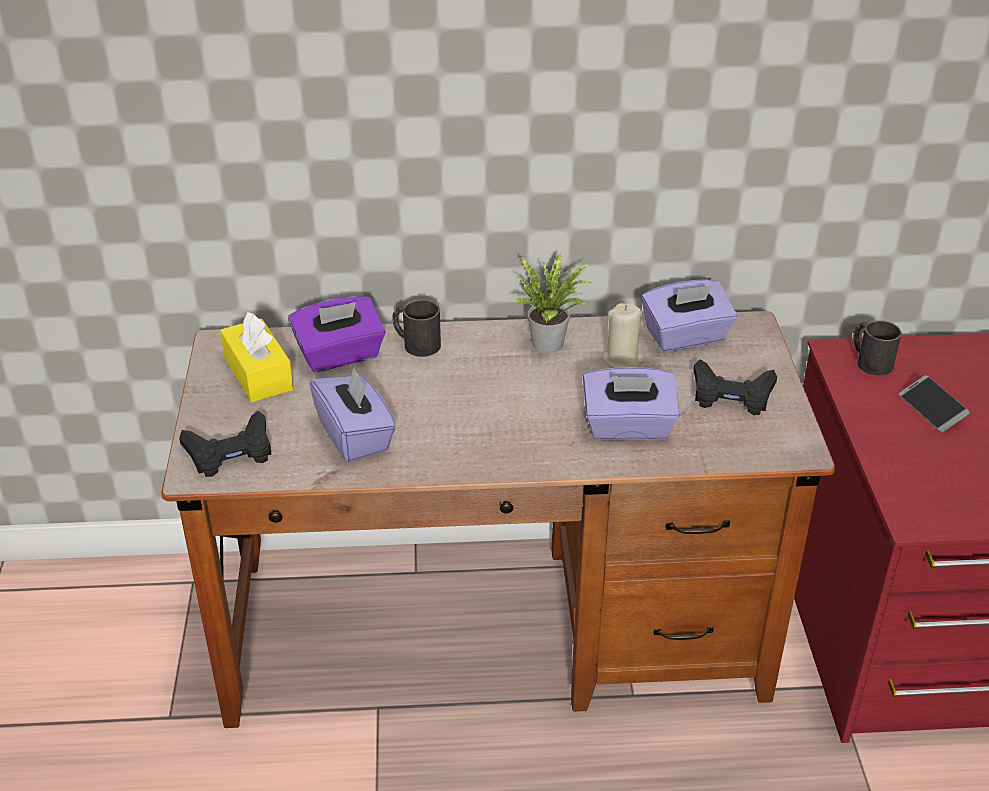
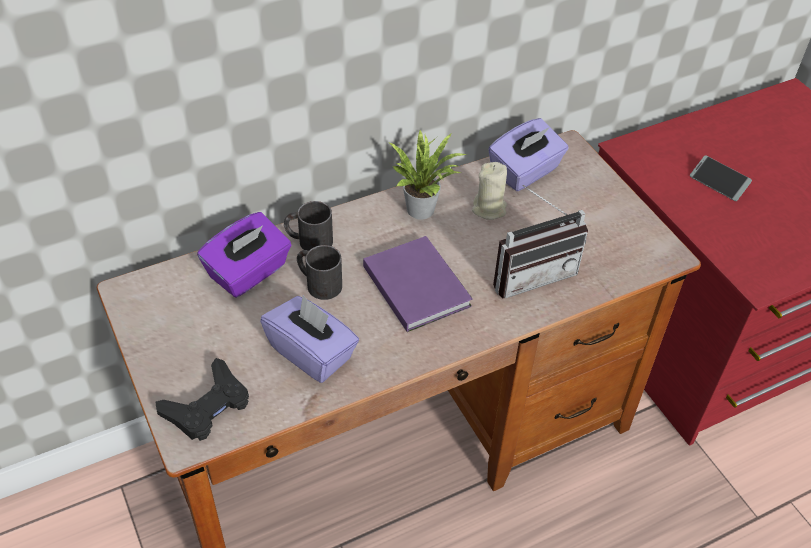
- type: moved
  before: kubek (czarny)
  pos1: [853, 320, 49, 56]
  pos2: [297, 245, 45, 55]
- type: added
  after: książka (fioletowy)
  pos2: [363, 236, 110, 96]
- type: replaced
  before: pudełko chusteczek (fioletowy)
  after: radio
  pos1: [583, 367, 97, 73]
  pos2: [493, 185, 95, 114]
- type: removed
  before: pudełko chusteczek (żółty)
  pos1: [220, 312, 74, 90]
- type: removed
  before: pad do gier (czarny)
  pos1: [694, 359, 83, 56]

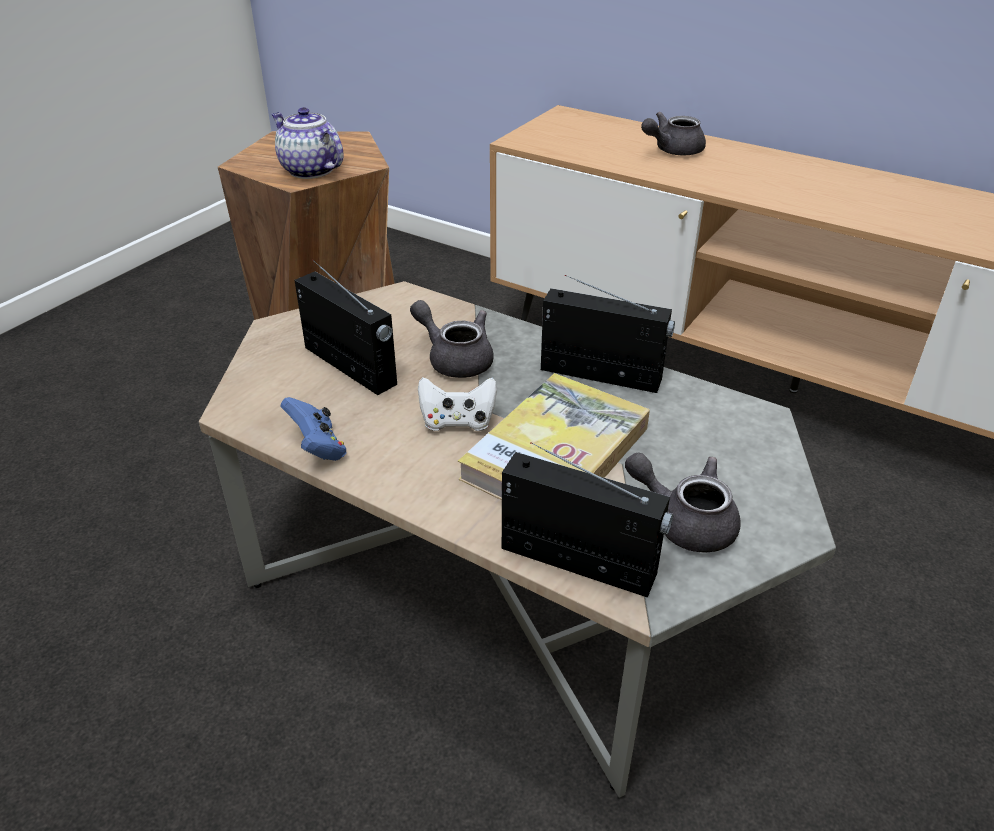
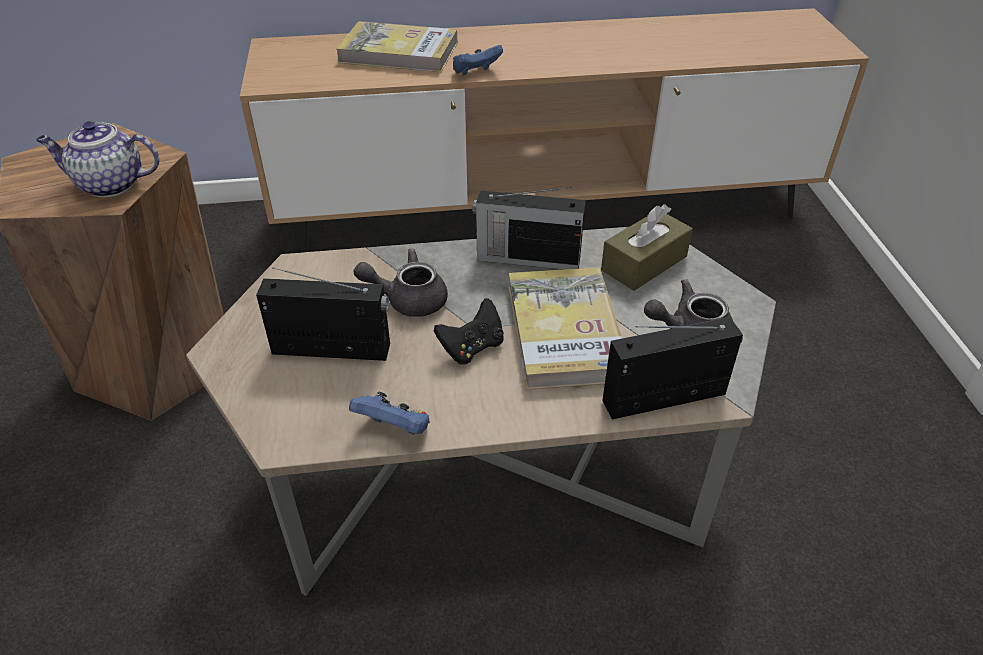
- type: replaced
  before: imbryk (szary)
  after: książka
  pos1: [641, 112, 65, 43]
  pos2: [336, 21, 121, 51]
- type: recoloured
  before: pad do gier (biały)
  after: pad do gier (czarny)
  pos1: [418, 377, 79, 54]
  pos2: [434, 298, 70, 67]
- type: added
  after: pad do gier (niebieski)
  pos2: [453, 45, 50, 30]
- type: turned
  before: radio
  pos1: [541, 275, 134, 118]
  pos2: [472, 187, 114, 82]
  turn: -150
- type: added
  after: pudełko chusteczek (brązowy)
  pos2: [601, 204, 92, 87]

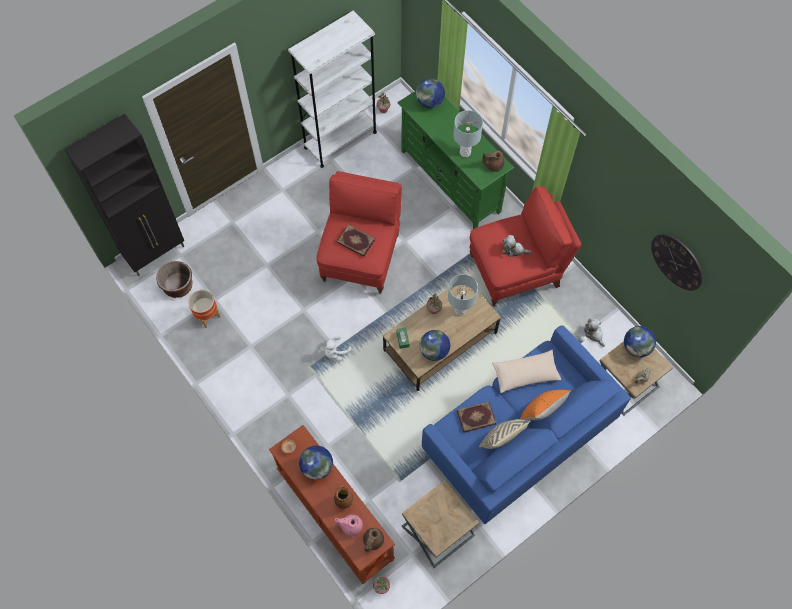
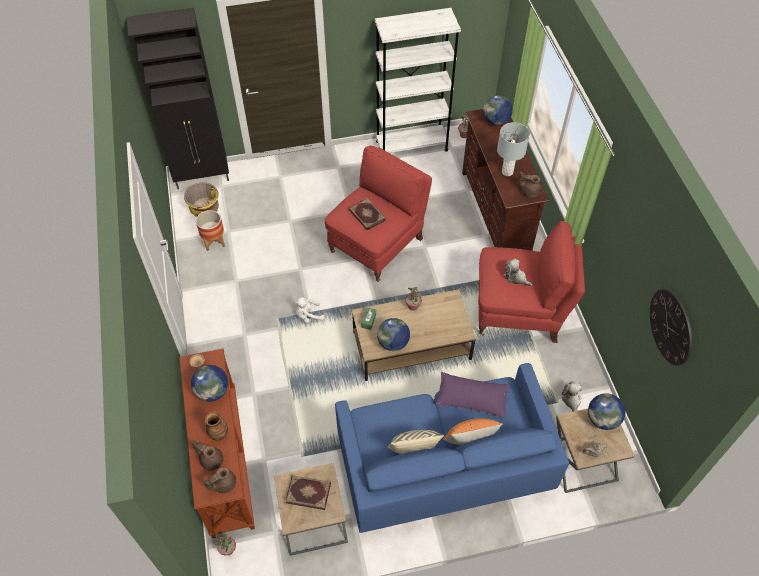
- type: recoloured
  before: donica (brązowy)
  after: donica (żółty)
  pos1: [156, 261, 37, 37]
  pos2: [184, 183, 35, 34]
- type: recoloured
  before: imbryk (różowy)
  after: imbryk (brązowy)
  pos1: [335, 514, 28, 22]
  pos2: [192, 440, 32, 31]
- type: moved
  before: książka
  pos1: [457, 402, 39, 31]
  pos2: [285, 475, 46, 35]
- type: recoloured
  before: poduszka (beżowy)
  after: poduszka (fioletowy)
  pos1: [492, 350, 69, 43]
  pos2: [435, 372, 75, 46]
- type: recoloured
  before: szafka pod telewizor (zielony)
  after: szafka pod telewizor (brązowy)
  pos1: [397, 91, 117, 138]
  pos2: [462, 109, 88, 142]
- type: removed
  before: lampa stołowa (szary)
  pos1: [448, 274, 30, 41]

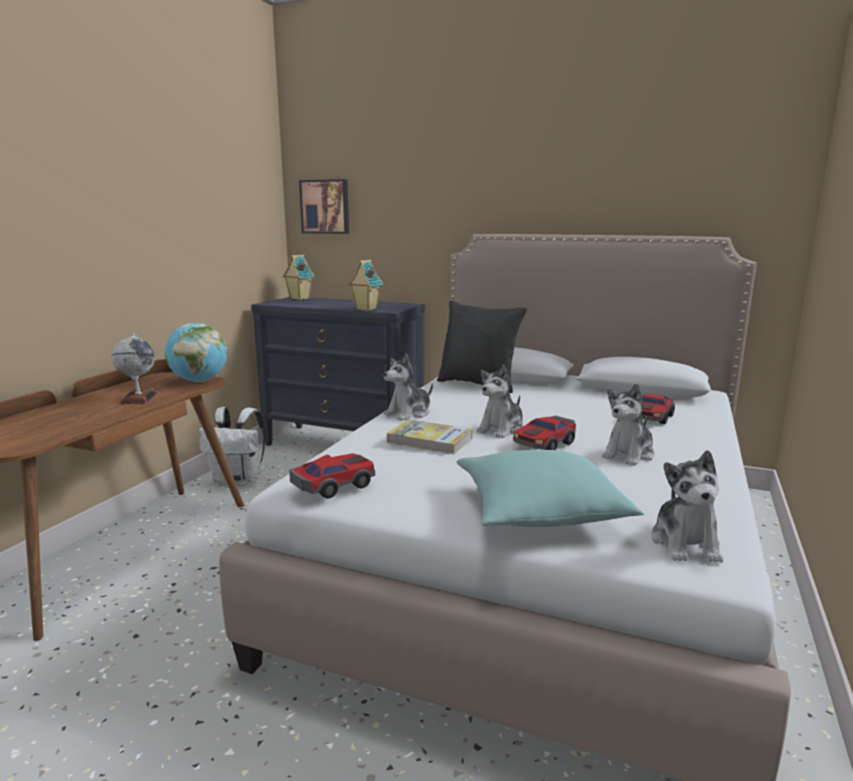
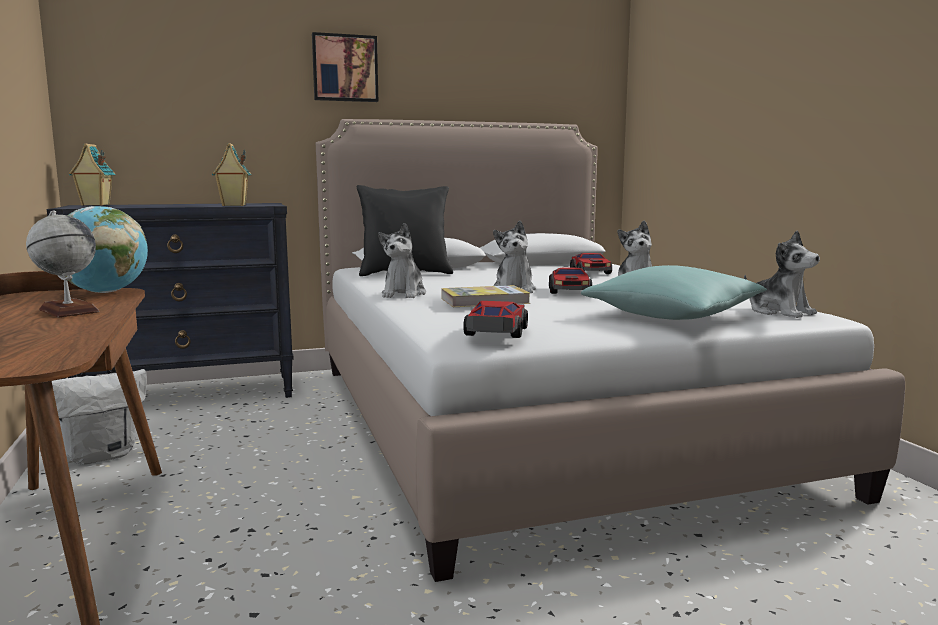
- type: moved
  before: obraz
  pos1: [299, 179, 50, 55]
  pos2: [312, 32, 66, 70]

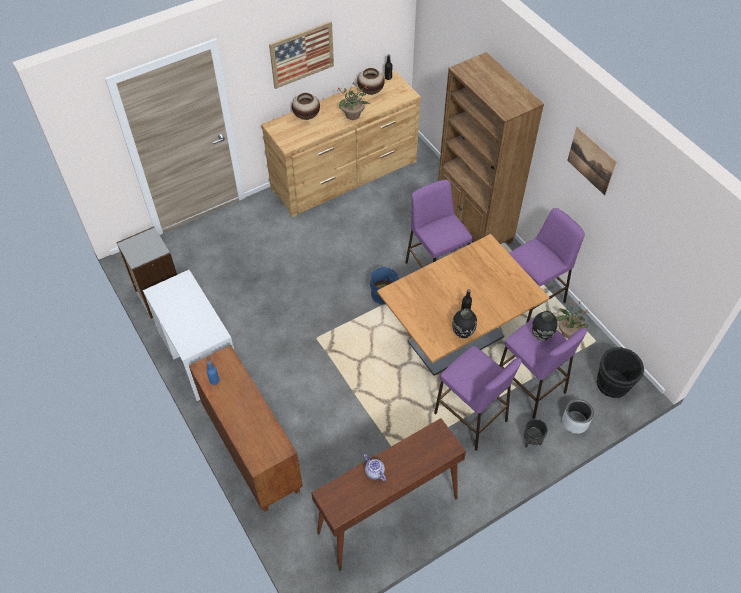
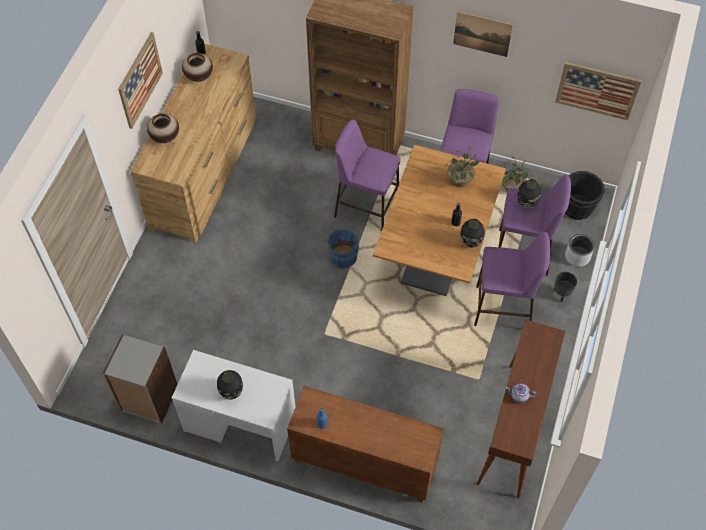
- type: added
  after: wazon (czarny)
  pos2: [217, 370, 26, 29]
- type: moved
  before: roślina doniczkowa
  pos1: [337, 82, 34, 38]
  pos2: [446, 146, 35, 41]
- type: added
  after: obraz
  pos2: [555, 62, 87, 58]

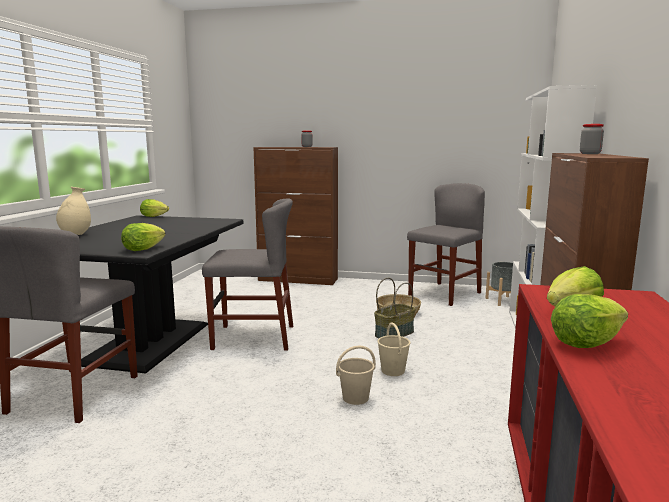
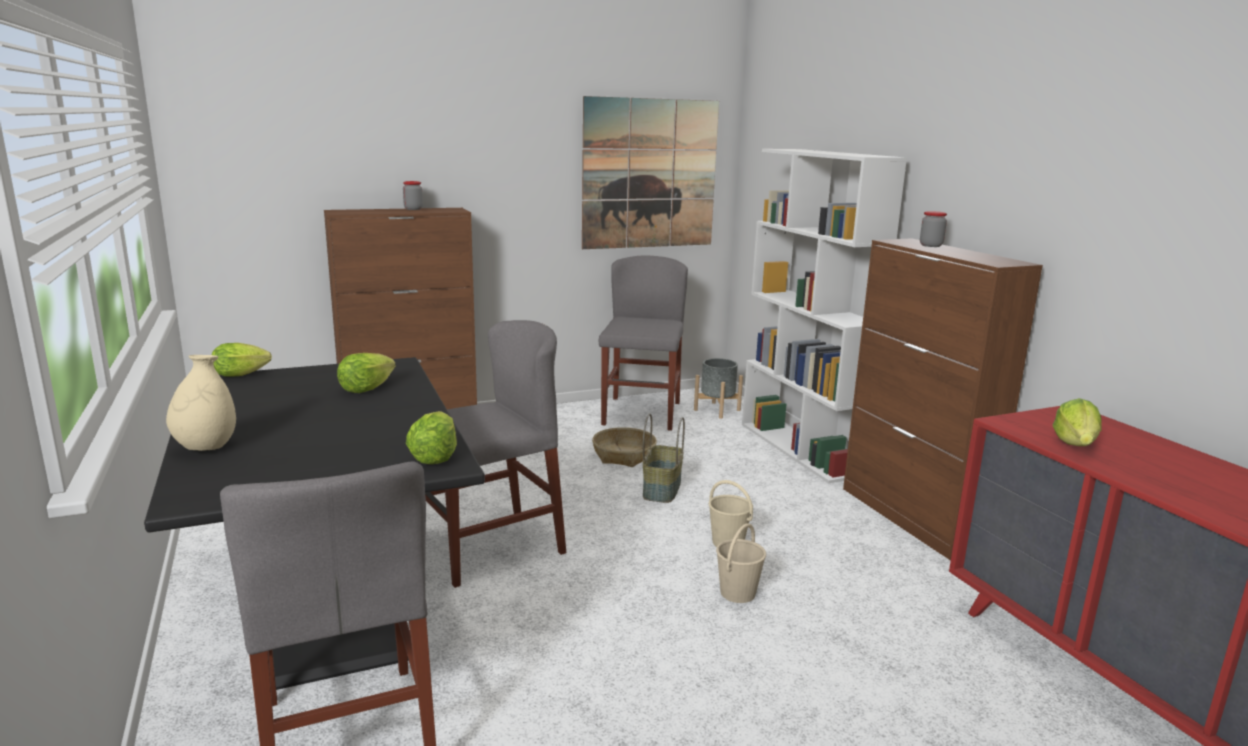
- type: moved
  before: sałata
  pos1: [551, 294, 77, 54]
  pos2: [337, 353, 59, 40]
- type: added
  after: obraz
  pos2: [582, 96, 137, 153]

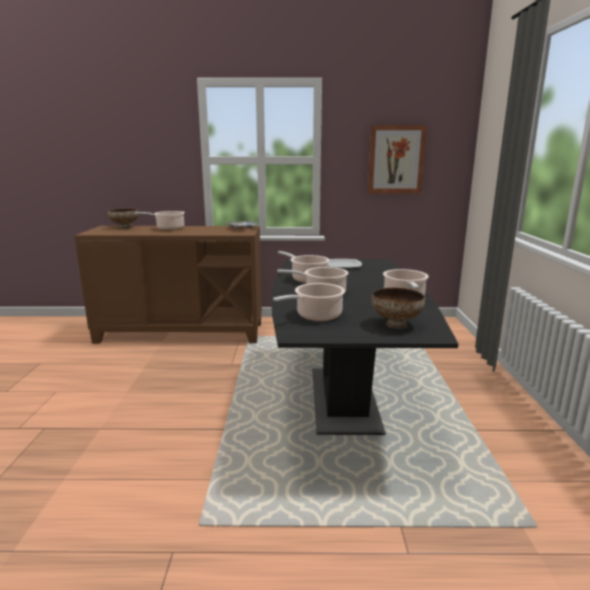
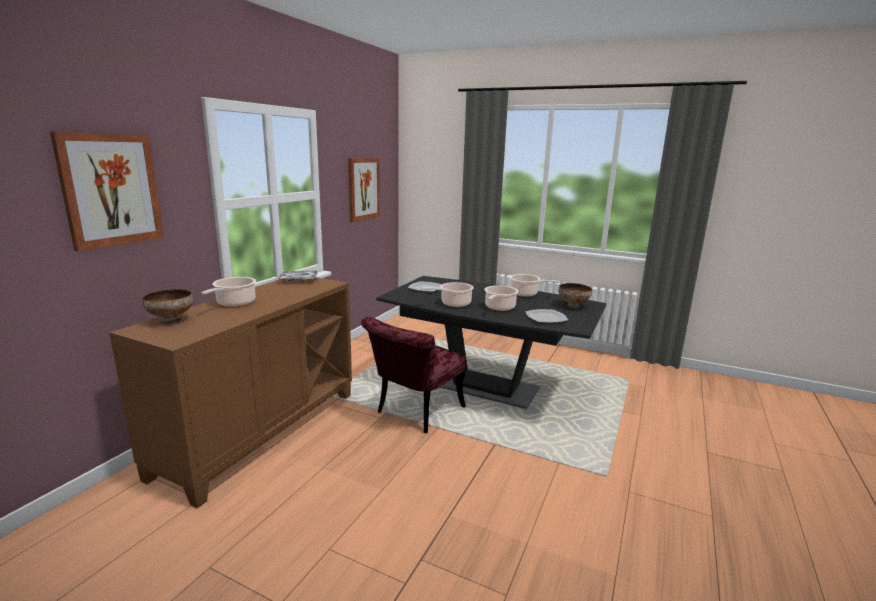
- type: added
  after: obraz
  pos2: [50, 132, 114, 119]
- type: added
  after: krzesło (czerwony)
  pos2: [361, 317, 106, 116]
- type: replaced
  before: garnek
  after: talerz
  pos1: [273, 283, 72, 38]
  pos2: [525, 309, 43, 14]

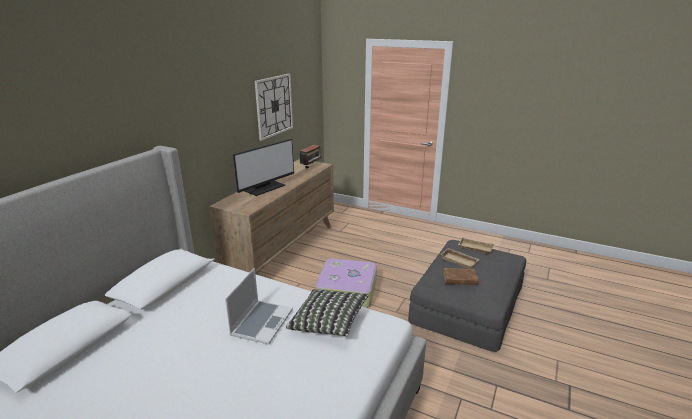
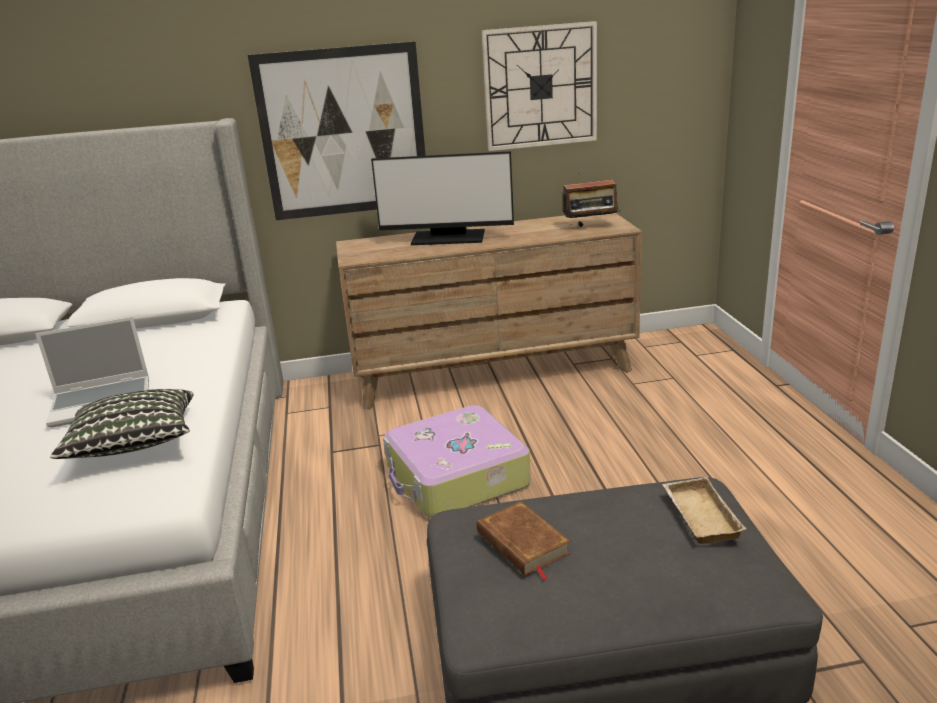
- type: added
  after: obraz
  pos2: [248, 42, 177, 178]
- type: removed
  before: taca (beżowy)
  pos1: [441, 248, 38, 21]

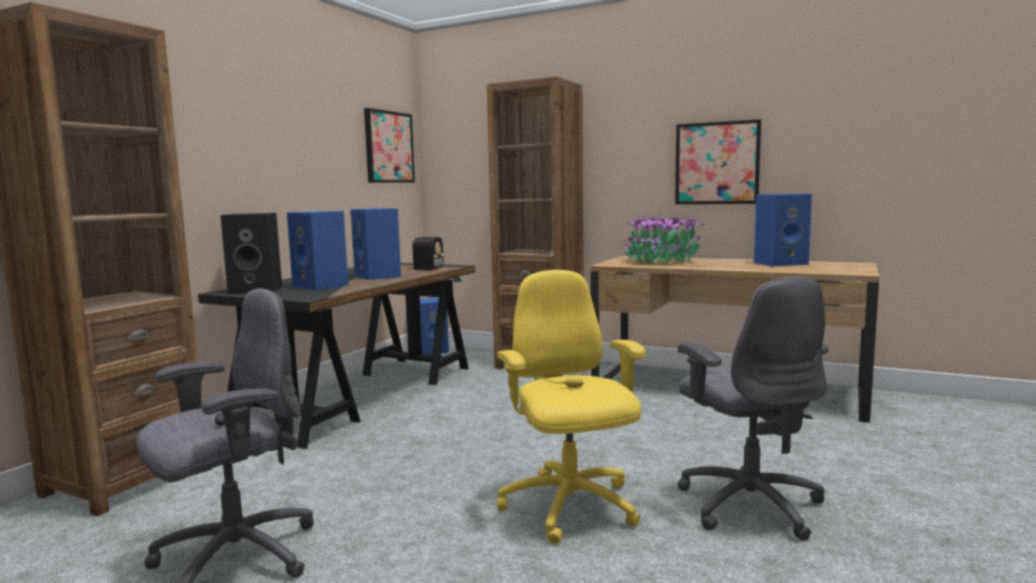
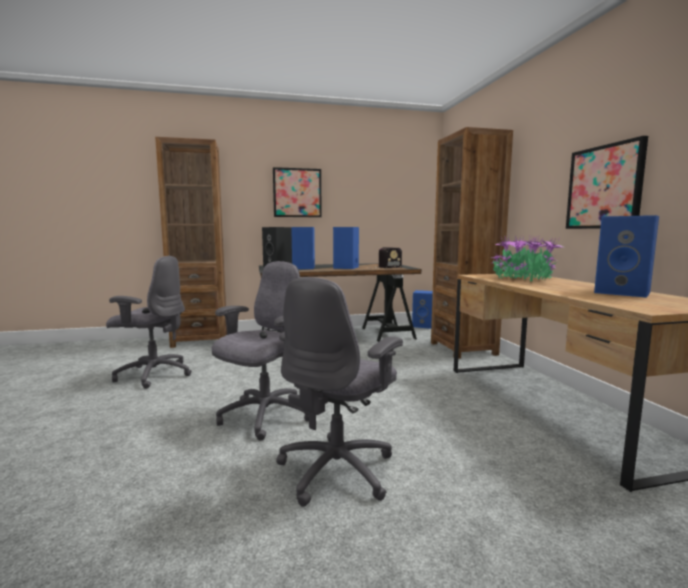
- type: recoloured
  before: krzesło biurowe (żółty)
  after: krzesło biurowe (szary)
  pos1: [497, 270, 149, 274]
  pos2: [212, 261, 97, 180]
- type: moved
  before: obraz
  pos1: [364, 108, 51, 75]
  pos2: [273, 167, 49, 50]

